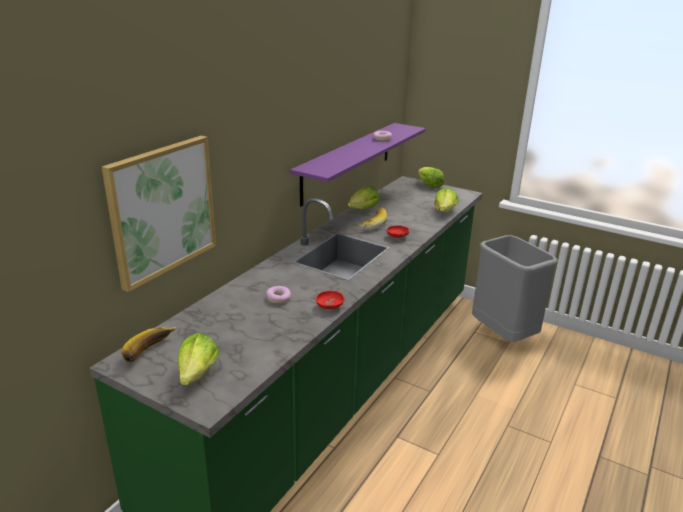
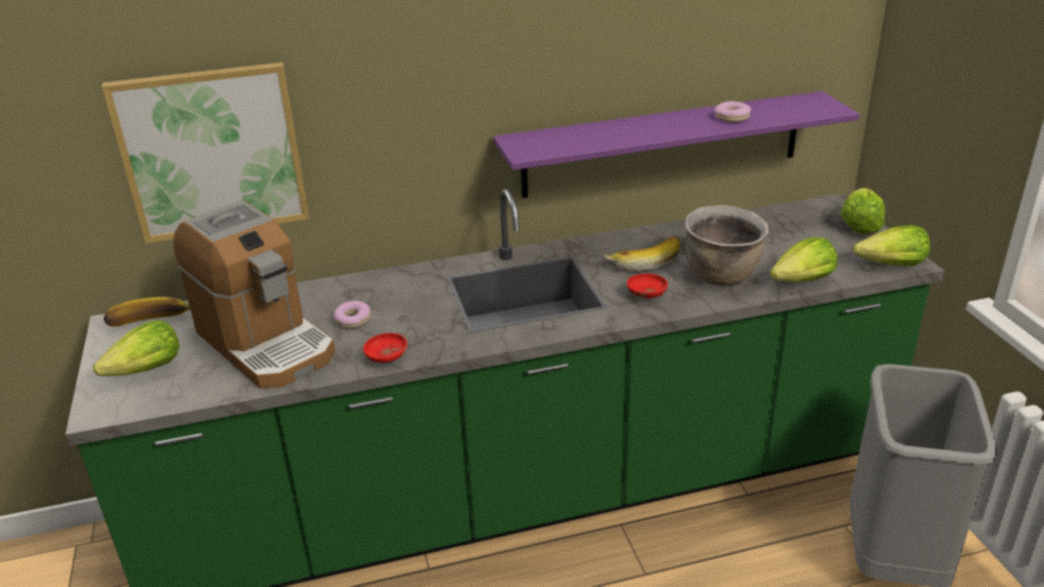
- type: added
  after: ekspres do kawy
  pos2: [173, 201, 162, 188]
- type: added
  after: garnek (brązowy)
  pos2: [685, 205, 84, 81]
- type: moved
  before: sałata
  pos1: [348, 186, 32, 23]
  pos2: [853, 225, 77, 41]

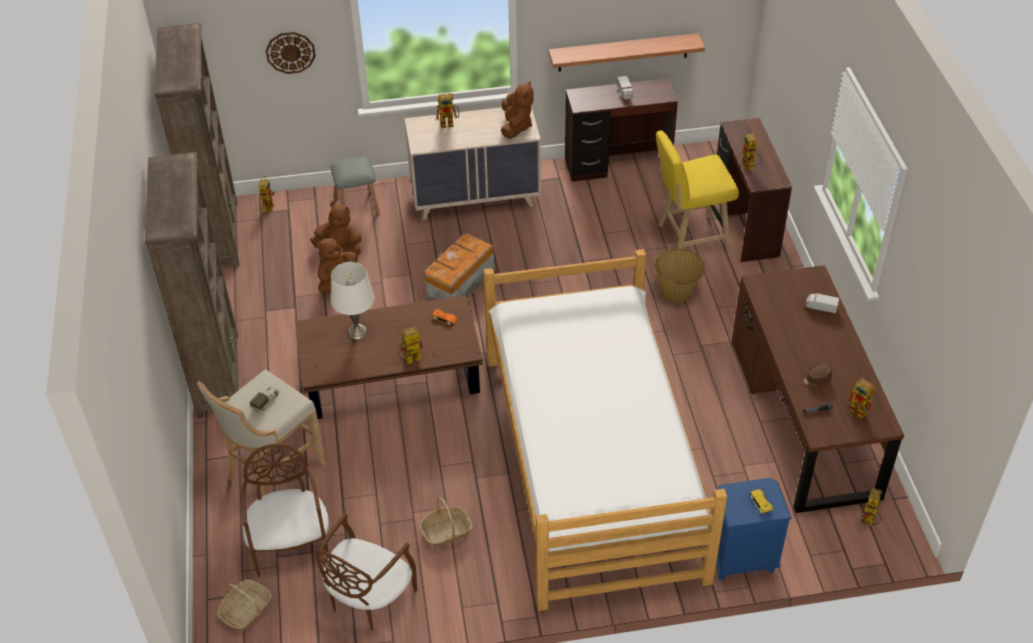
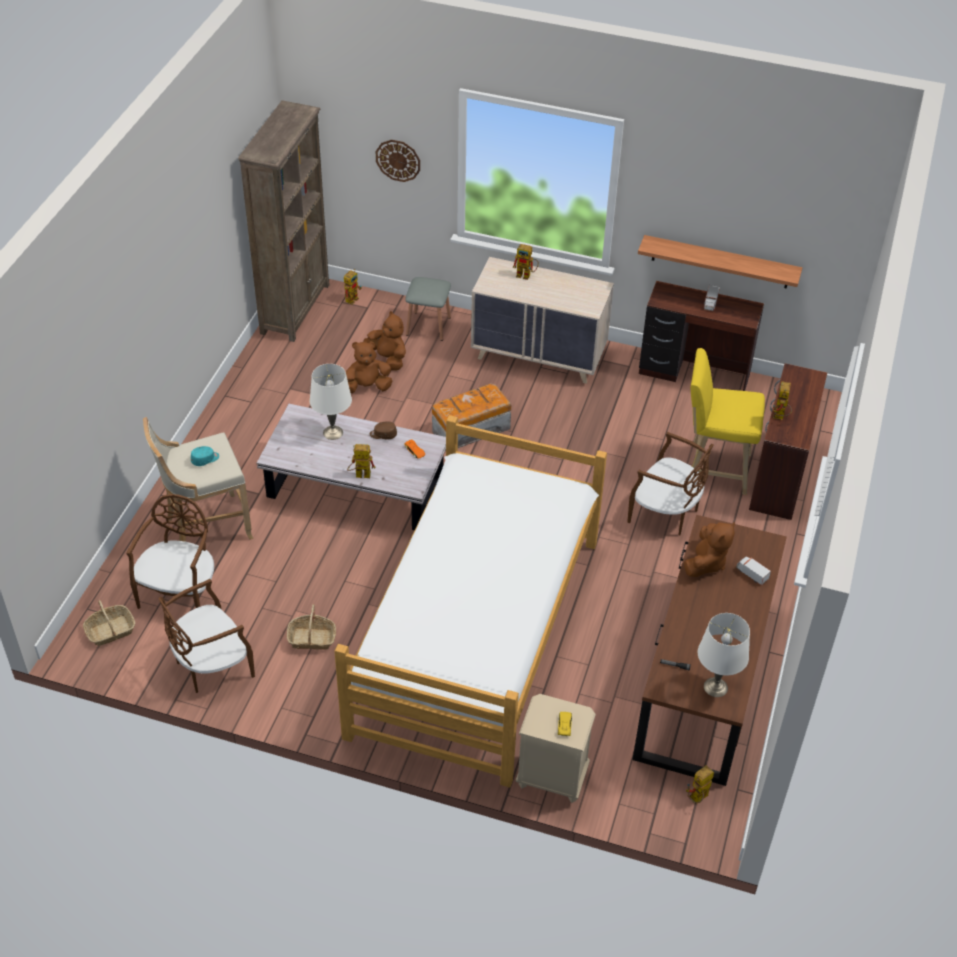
- type: replaced
  before: ciężarówka zabawkowa
  after: czapka z daszkiem (turkusowy)
  pos1: [250, 387, 29, 25]
  pos2: [191, 446, 28, 20]
- type: recoloured
  before: ława (brązowy)
  after: ława (biały)
  pos1: [295, 295, 188, 124]
  pos2: [257, 404, 189, 126]
- type: moved
  before: czapka z daszkiem (brązowy)
  pos1: [802, 363, 30, 24]
  pos2: [370, 422, 27, 17]
- type: recoloured
  before: szafka nocna (niebieski)
  after: szafka nocna (beżowy)
  pos1: [716, 478, 76, 103]
  pos2: [516, 694, 80, 109]
- type: replaced
  before: koszyk
  after: krzesło (brązowy)
  pos1: [654, 249, 51, 54]
  pos2: [627, 432, 86, 104]
- type: moved
  before: pluszak (brązowy)
  pos1: [501, 81, 33, 58]
  pos2: [684, 522, 51, 55]
- type: replaced
  before: robot zabawkowy
  after: lampa stołowa (biały)
  pos1: [847, 378, 33, 42]
  pos2: [698, 613, 52, 84]
- type: removed
  before: regał (brązowy)
  pos1: [145, 152, 93, 266]

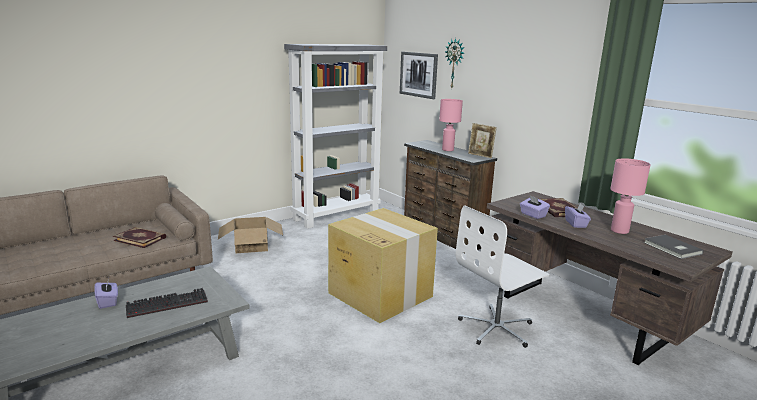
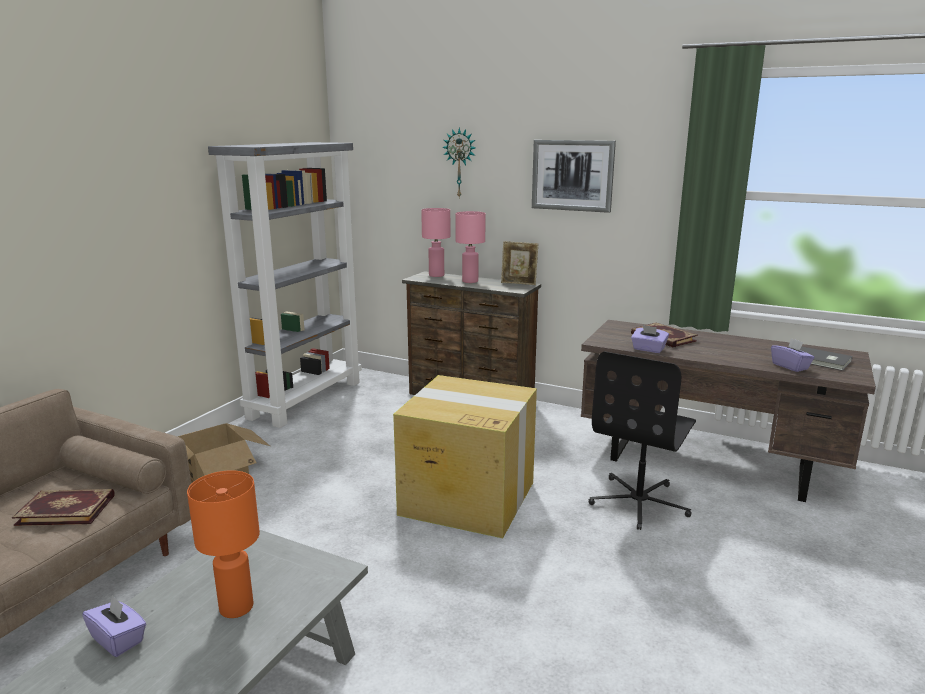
- type: replaced
  before: klawiatura
  after: lampa stołowa (pomarańczowy)
  pos1: [126, 288, 82, 30]
  pos2: [187, 470, 73, 148]
- type: moved
  before: lampa stołowa (różowy)
  pos1: [610, 158, 41, 76]
  pos2: [421, 208, 29, 69]
- type: moved
  before: obraz
  pos1: [400, 52, 38, 47]
  pos2: [532, 140, 84, 73]
- type: recoloured
  before: krzesło biurowe (biały)
  after: krzesło biurowe (czarny)
  pos1: [456, 206, 94, 142]
  pos2: [589, 351, 107, 179]
- type: moved
  before: pudełko chusteczek (fioletowy)
  pos1: [565, 203, 26, 25]
  pos2: [771, 338, 44, 34]

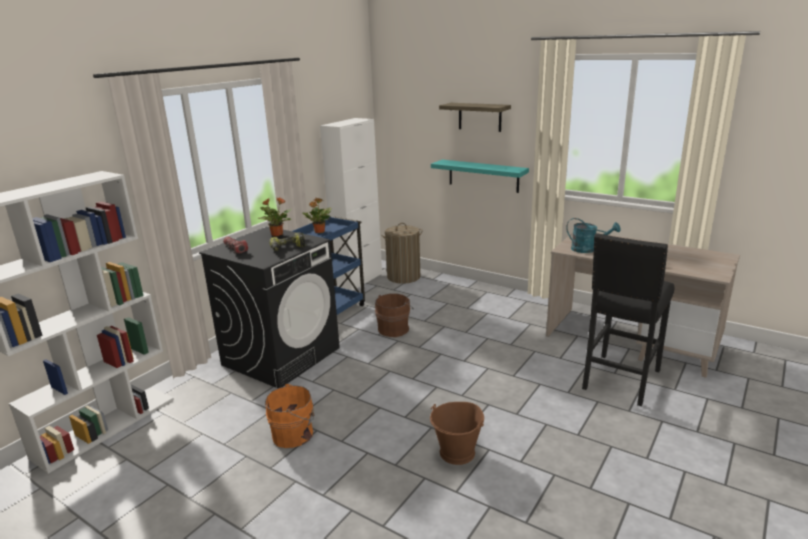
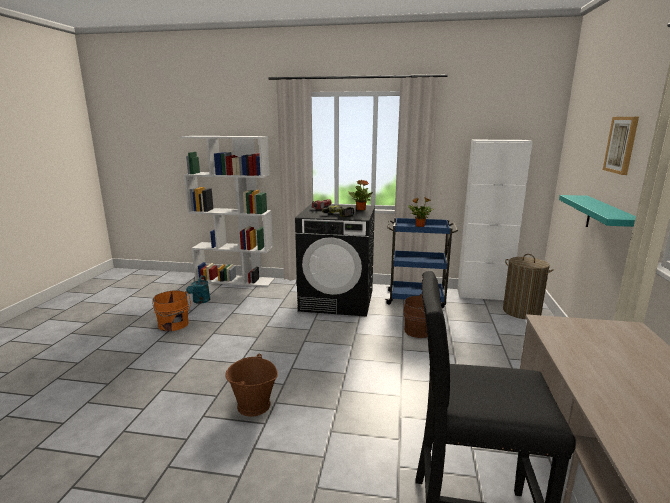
- type: moved
  before: wiadro (pomarańczowy)
  pos1: [265, 384, 49, 64]
  pos2: [152, 290, 39, 41]
- type: moved
  before: konewka (turkusowy)
  pos1: [566, 218, 55, 35]
  pos2: [186, 275, 24, 29]
- type: replaced
  before: półka
  after: obraz
  pos1: [439, 103, 72, 29]
  pos2: [603, 117, 36, 58]

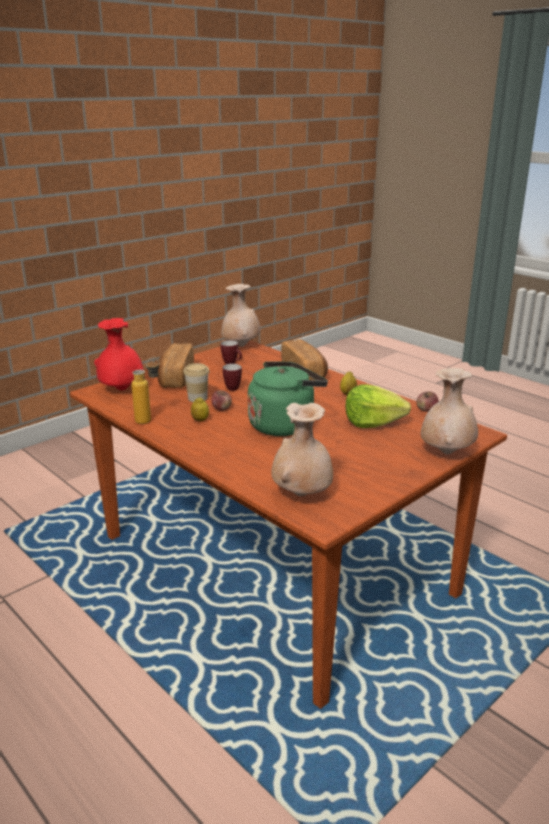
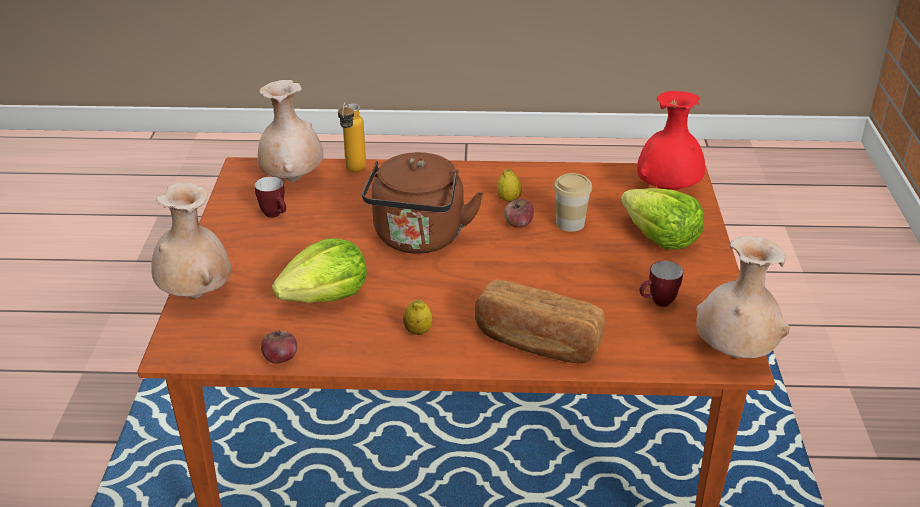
- type: moved
  before: kubek
  pos1: [222, 364, 20, 27]
  pos2: [254, 176, 32, 42]
- type: moved
  before: butelka
  pos1: [131, 357, 28, 67]
  pos2: [338, 101, 28, 71]
- type: recoloured
  before: czajnik (zielony)
  after: czajnik (brązowy)
  pos1: [248, 361, 80, 75]
  pos2: [362, 152, 122, 102]
- type: replaced
  before: chleb
  after: sałata
  pos1: [157, 343, 37, 45]
  pos2: [621, 188, 83, 61]

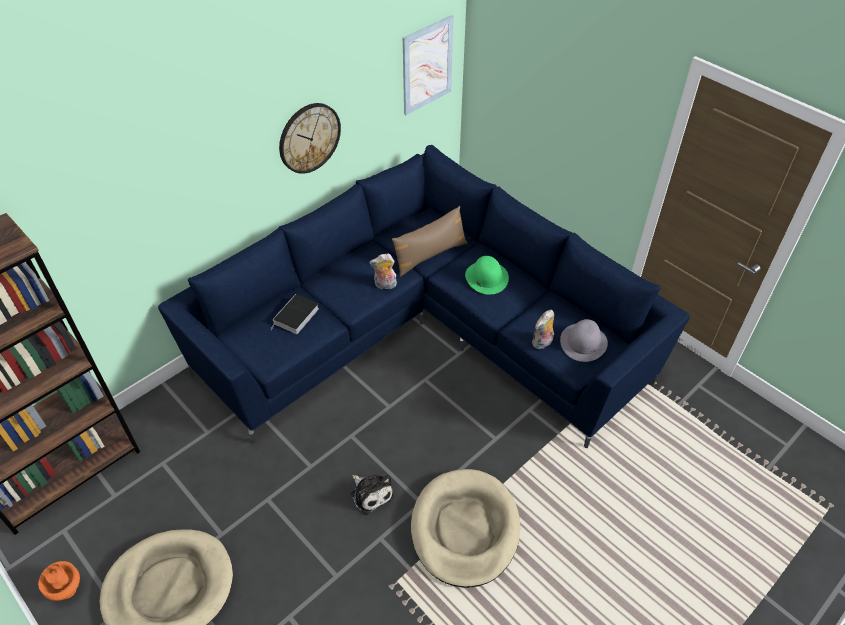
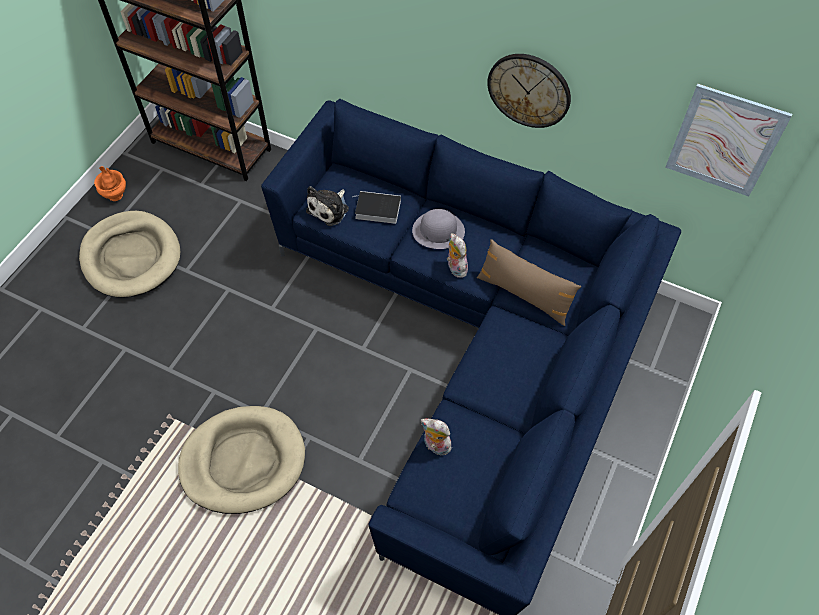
- type: moved
  before: pluszak
  pos1: [351, 475, 43, 40]
  pos2: [306, 186, 43, 40]
- type: moved
  before: kapelusz (szary)
  pos1: [560, 319, 48, 43]
  pos2: [412, 209, 53, 40]
- type: removed
  before: kapelusz (zielony)
  pos1: [465, 256, 44, 38]

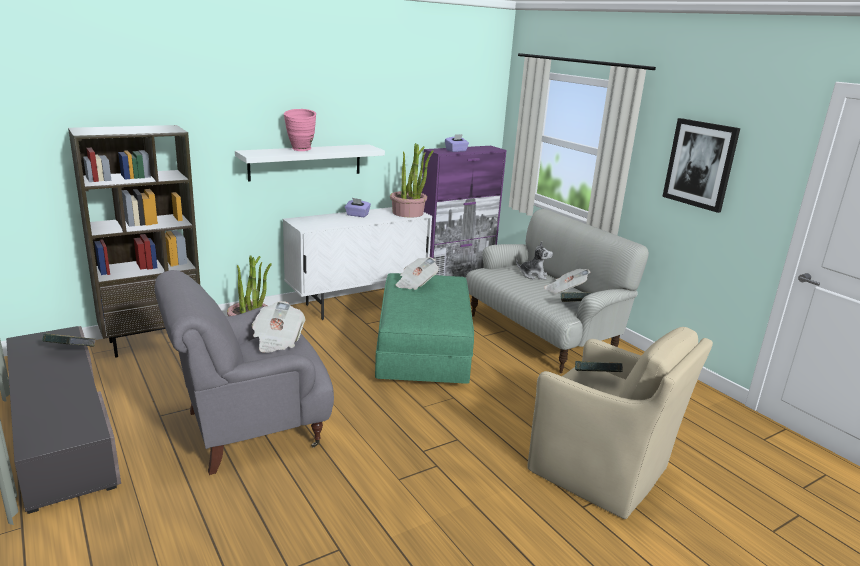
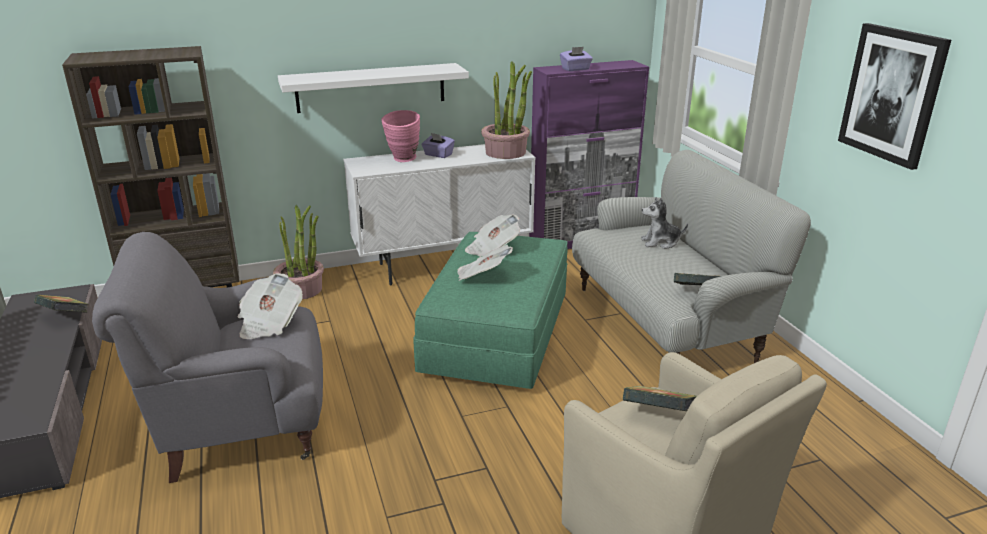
- type: moved
  before: wazon (różowy)
  pos1: [284, 109, 32, 42]
  pos2: [381, 110, 39, 52]
- type: moved
  before: gazeta
  pos1: [544, 269, 47, 25]
  pos2: [457, 245, 56, 36]
- type: turned
  before: pluszak
  pos1: [516, 241, 37, 39]
  pos2: [641, 197, 47, 52]
  turn: 150

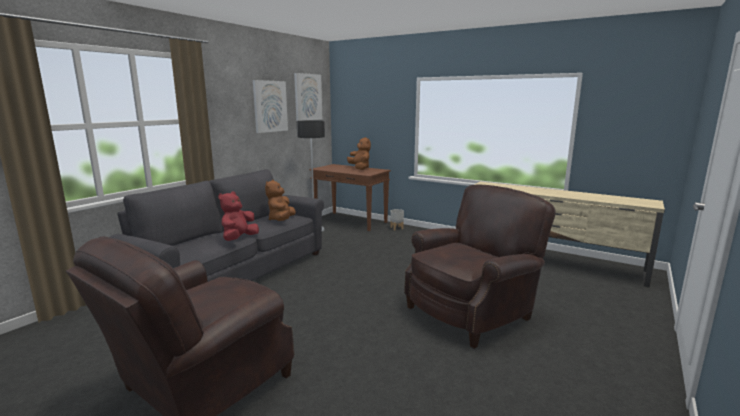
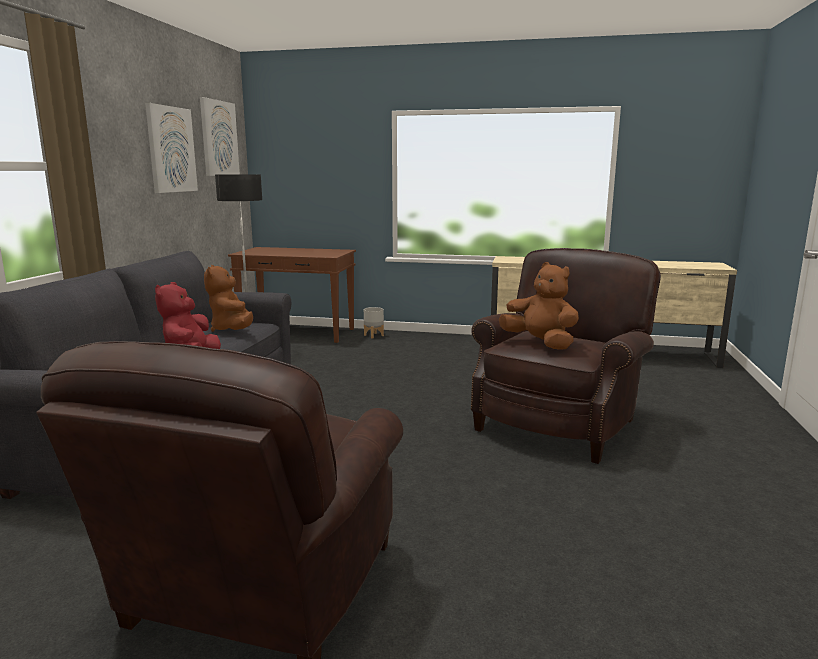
- type: moved
  before: pluszak (brązowy)
  pos1: [347, 137, 24, 33]
  pos2: [499, 262, 80, 88]

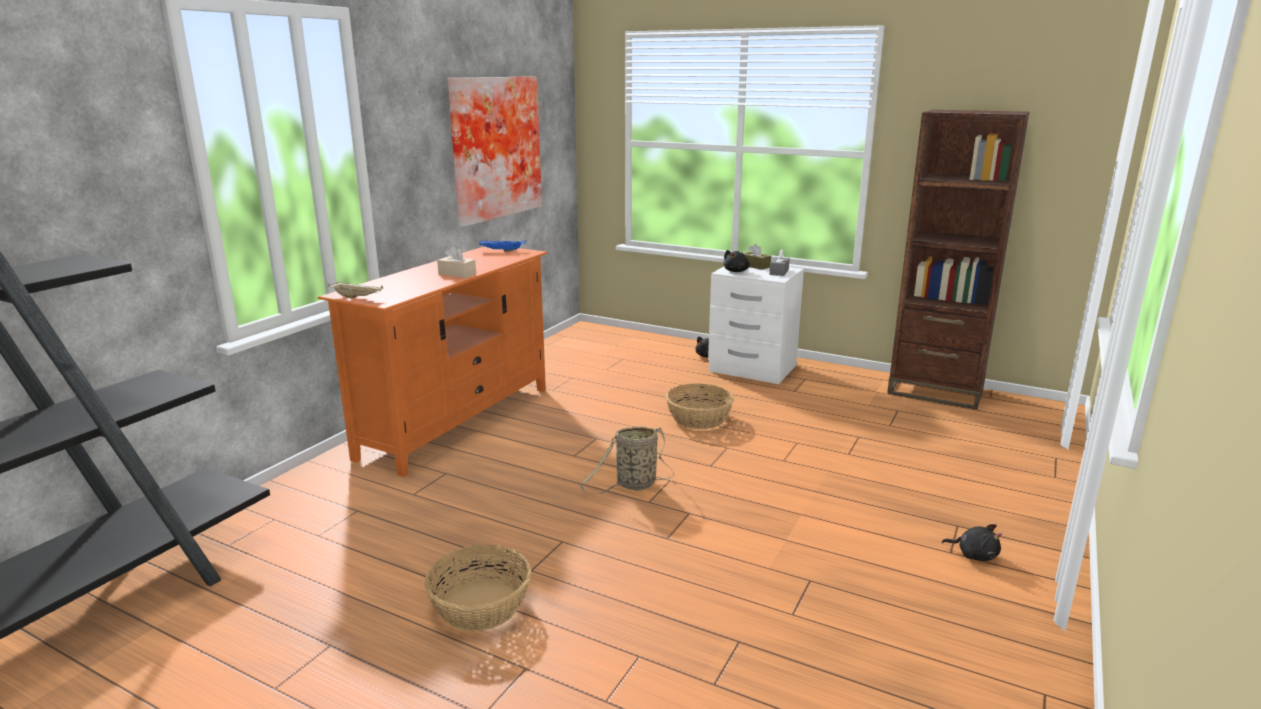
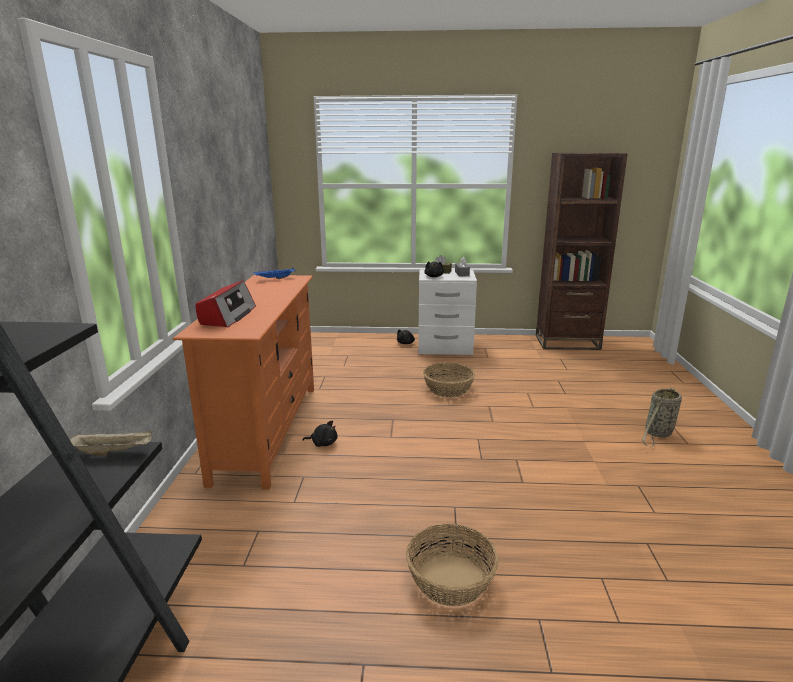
- type: moved
  before: taca (beżowy)
  pos1: [328, 282, 56, 17]
  pos2: [70, 429, 82, 27]
- type: added
  after: radio
  pos2: [195, 280, 61, 47]
- type: moved
  before: pluszak (czarny)
  pos1: [942, 524, 60, 37]
  pos2: [302, 420, 36, 27]
- type: moved
  before: koszyk
  pos1: [579, 426, 95, 69]
  pos2: [642, 387, 40, 60]
- type: removed
  before: pudełko chusteczek (beżowy)
  pos1: [437, 246, 39, 32]
- type: removed
  before: obraz
  pos1: [448, 76, 94, 151]

